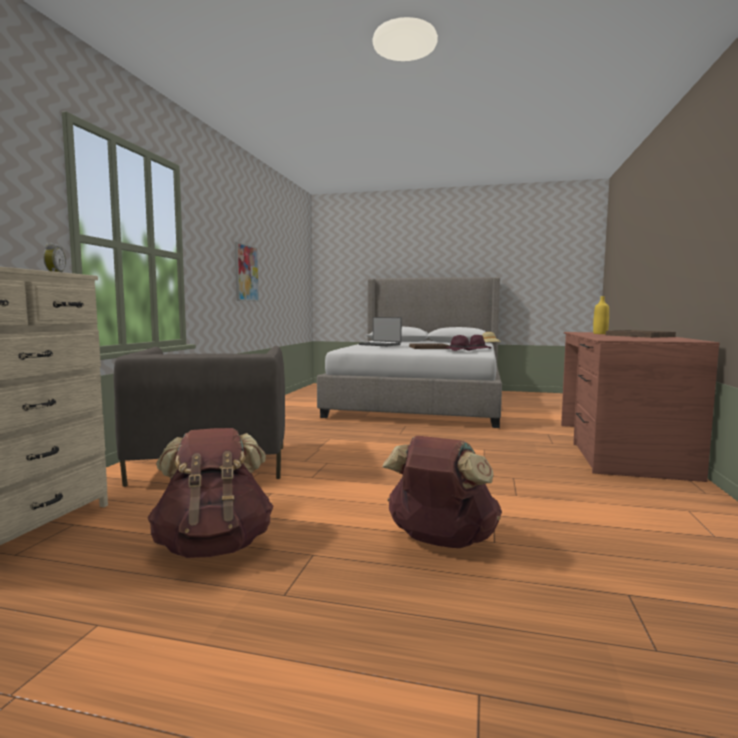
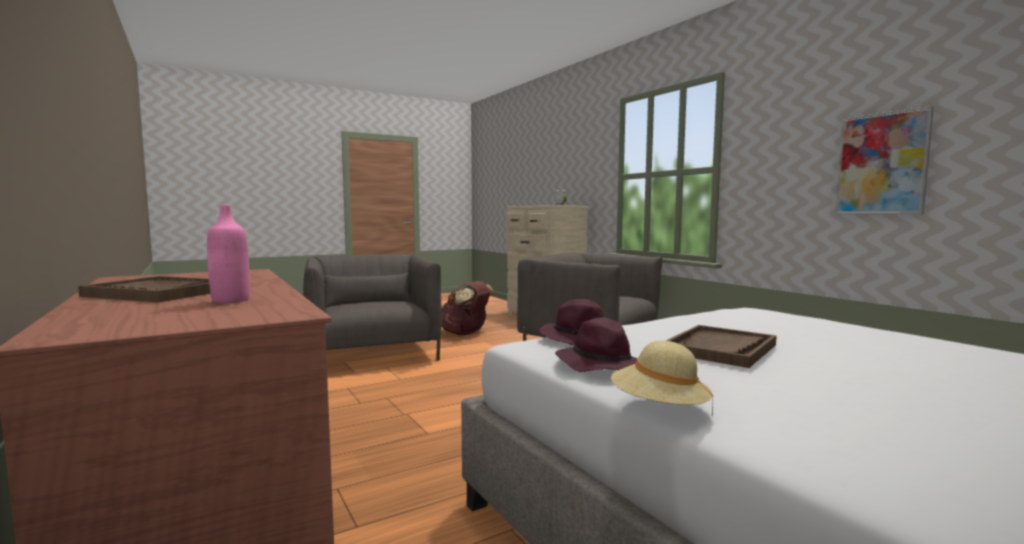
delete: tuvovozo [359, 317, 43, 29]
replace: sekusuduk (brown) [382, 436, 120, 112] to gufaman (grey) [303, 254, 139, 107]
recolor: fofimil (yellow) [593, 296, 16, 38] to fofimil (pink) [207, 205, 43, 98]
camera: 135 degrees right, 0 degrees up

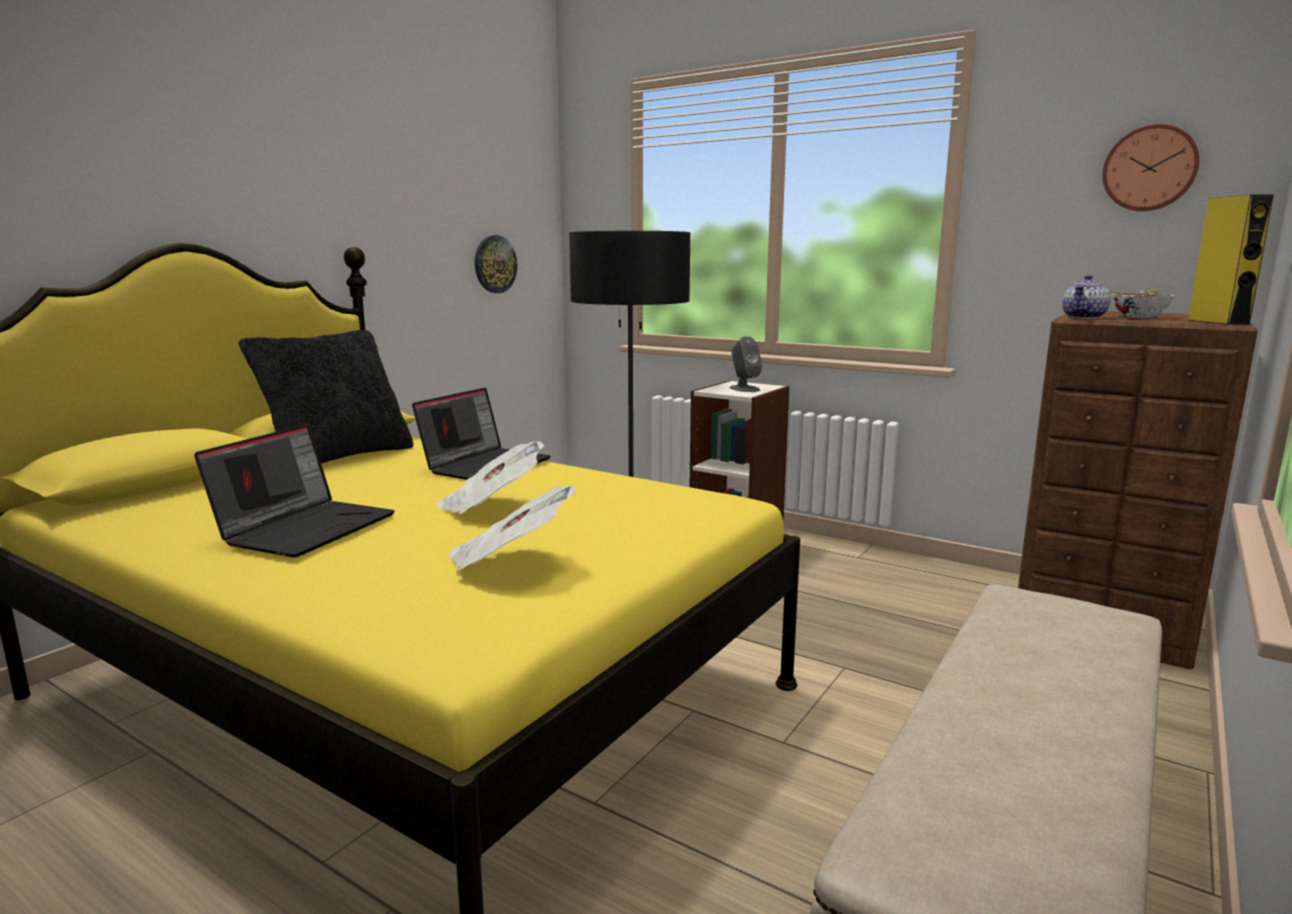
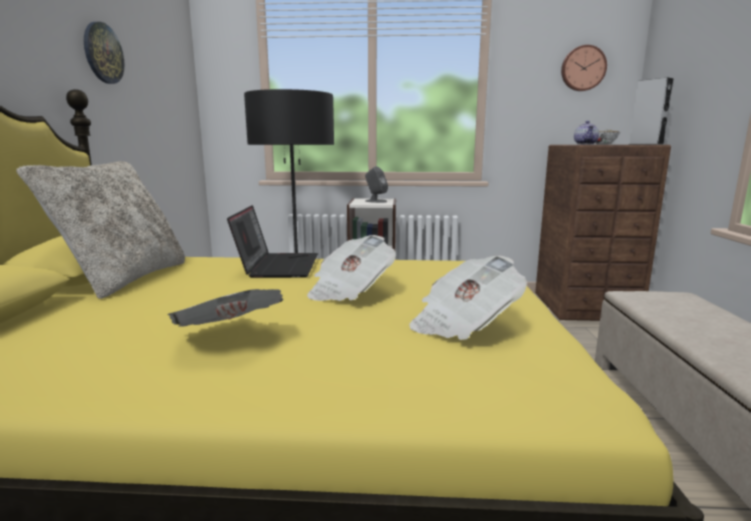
move: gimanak [475, 235, 42, 58] to [84, 22, 40, 62]
replace: tuvovozo [194, 424, 201, 133] to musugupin [167, 289, 116, 38]
recolor: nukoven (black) [239, 330, 174, 133] to nukoven (beige) [16, 161, 169, 138]; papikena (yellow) [1188, 195, 86, 130] to papikena (grey) [629, 78, 44, 66]
camera: 30 degrees left, 0 degrees up

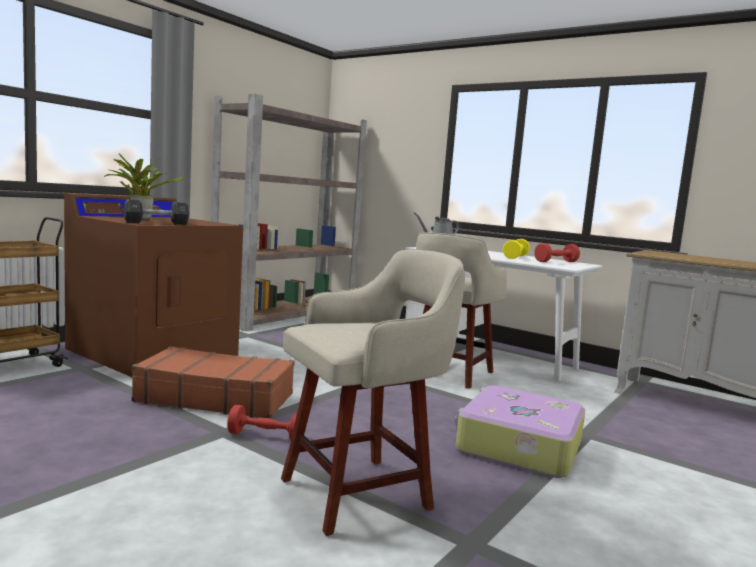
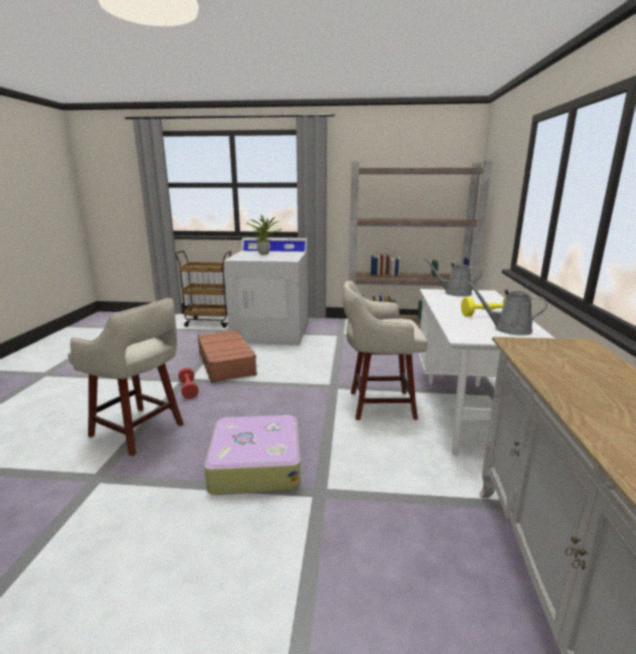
delete: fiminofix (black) [124, 199, 65, 26]
replace: fiminofix (red) [534, 243, 46, 19] to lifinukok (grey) [467, 282, 80, 53]
recolor: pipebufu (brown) [64, 193, 179, 184] to pipebufu (white) [224, 238, 84, 107]
camera: 60 degrees right, 10 degrees up

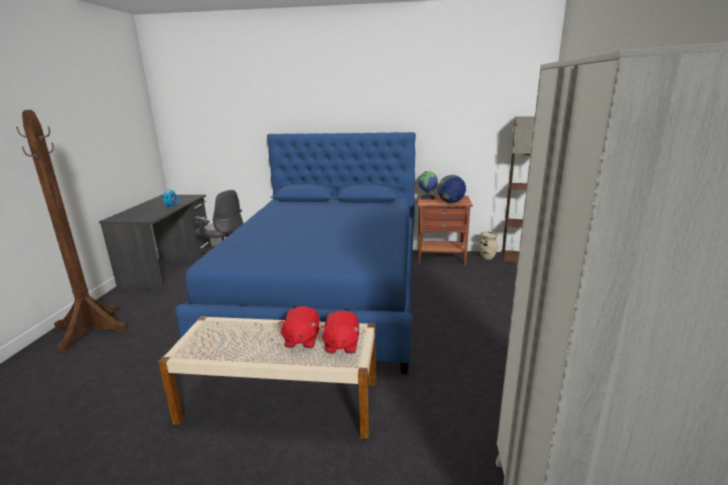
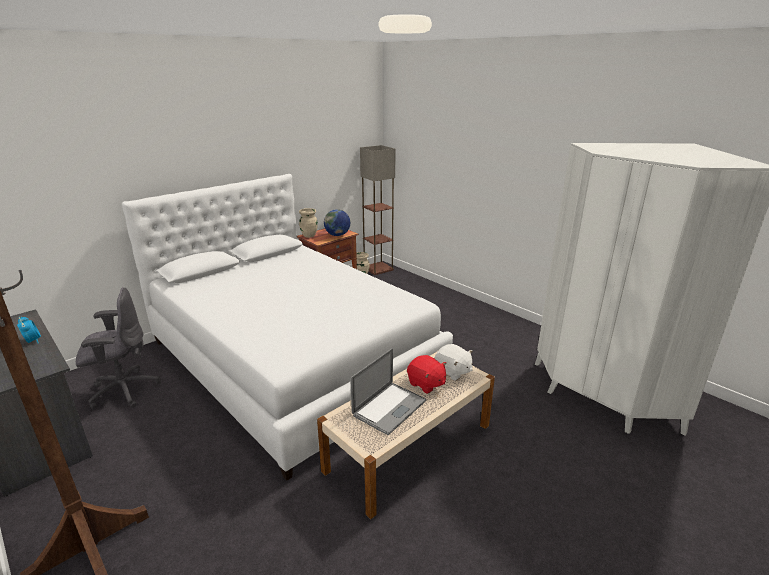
insert: tuvovozo [350, 348, 77, 87]
replace: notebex [418, 171, 20, 29] to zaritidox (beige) [299, 208, 19, 30]
recolor: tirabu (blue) [175, 132, 241, 242] to tirabu (white) [122, 174, 331, 307]; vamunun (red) [320, 310, 39, 44] to vamunun (white) [435, 344, 38, 37]
camera: 50 degrees left, 5 degrees up

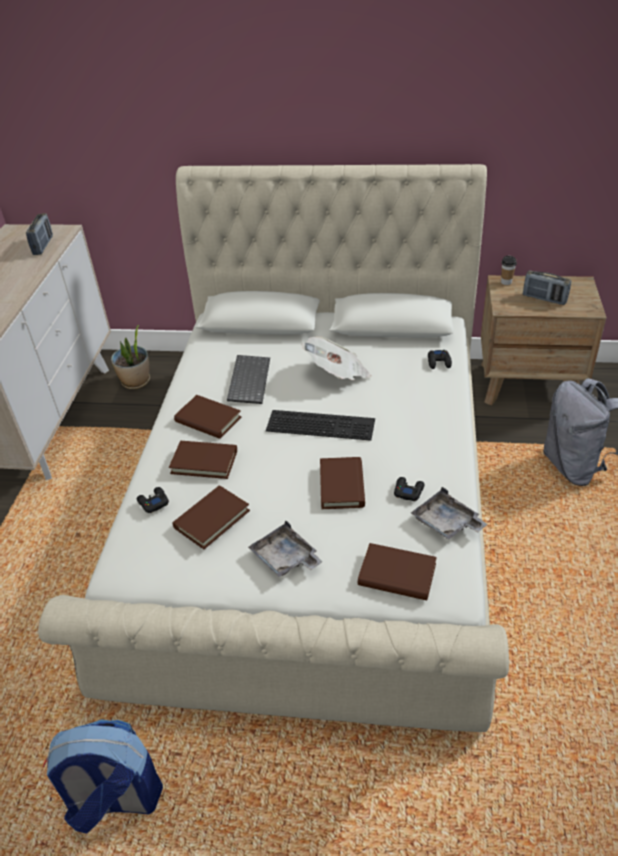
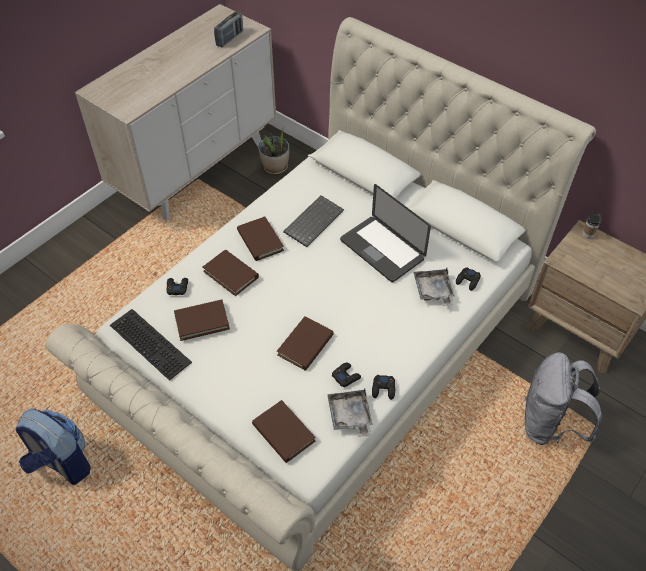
delete: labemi [523, 270, 48, 35]
insert: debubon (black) [372, 375, 23, 25]
move: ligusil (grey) [248, 520, 75, 57] to [414, 268, 41, 38]; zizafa [266, 410, 109, 31] to [110, 309, 82, 72]
replace: musugupin [301, 336, 71, 44] to tuvovozo [340, 184, 91, 98]
camera: 30 degrees right, 10 degrees up

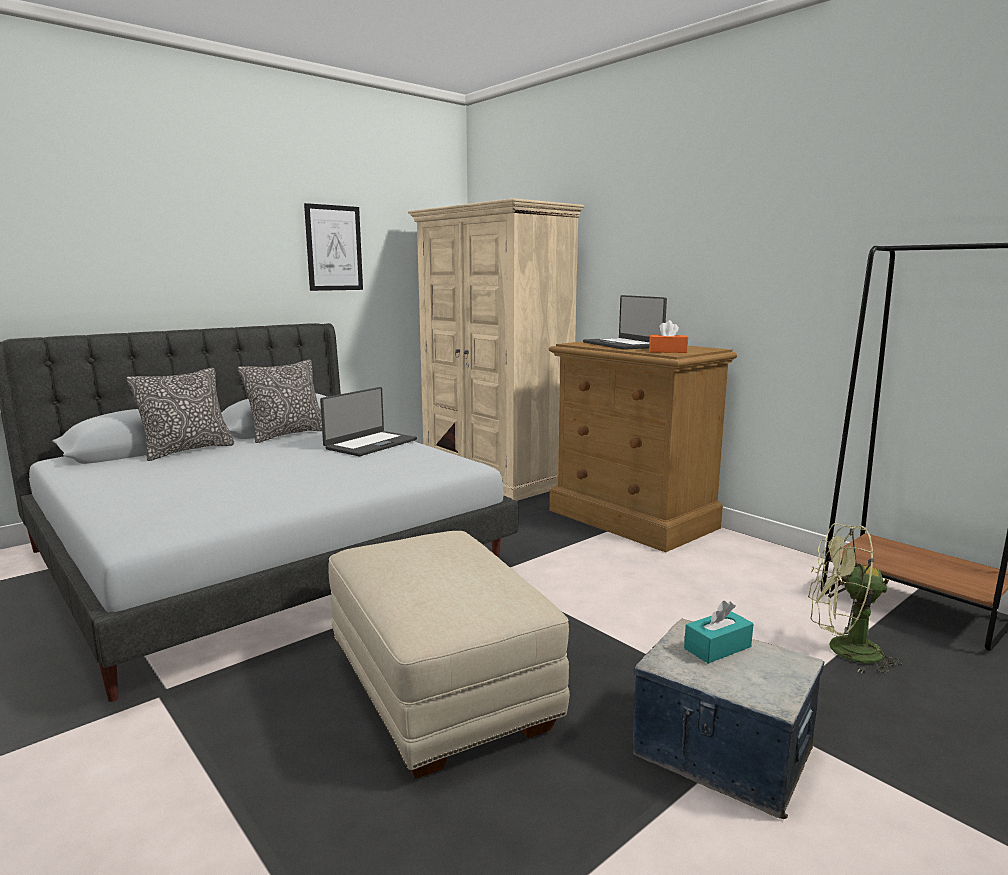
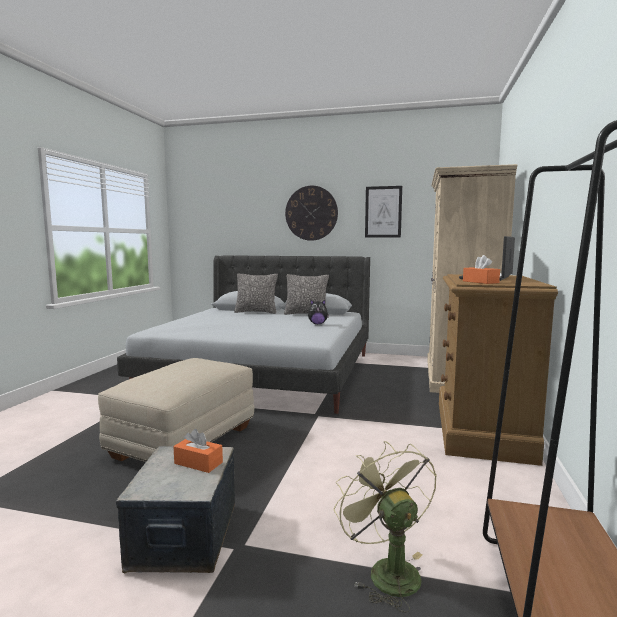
insert: gimanak [285, 186, 53, 55]
replace: tuvovozo [320, 387, 97, 70] to vamunun [308, 300, 21, 24]
recolor: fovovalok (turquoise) [684, 601, 69, 63] to fovovalok (orange) [173, 429, 50, 44]
camera: 55 degrees right, 5 degrees down

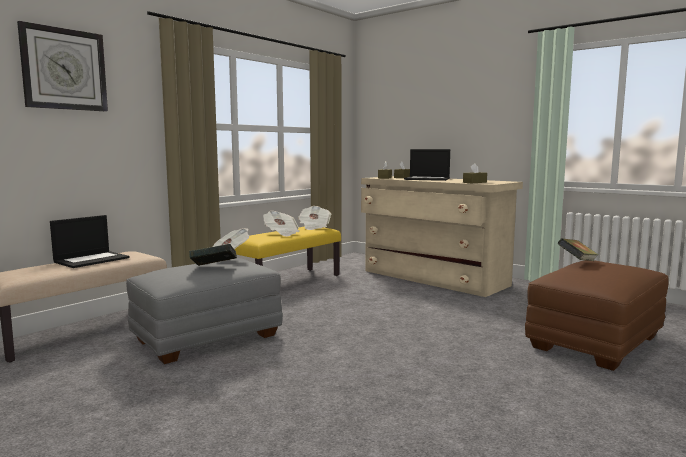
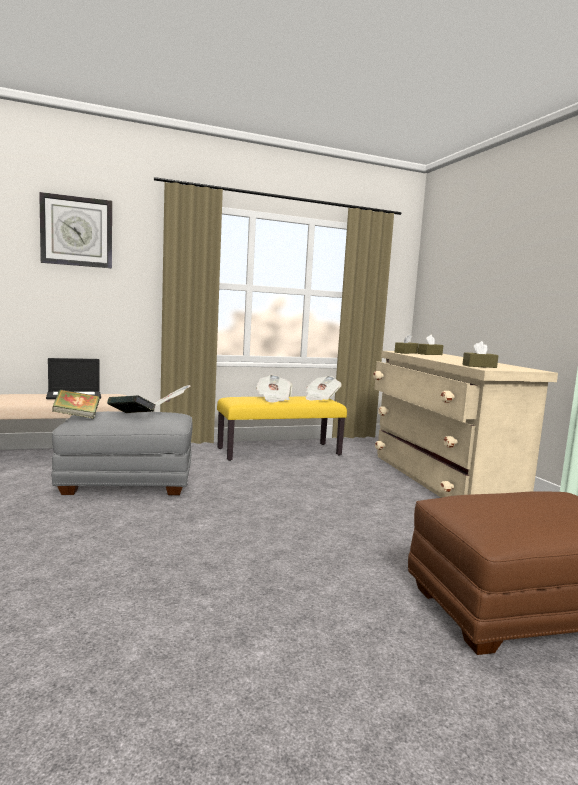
delete: tuvovozo [404, 149, 46, 32]
move: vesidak [557, 238, 42, 23] to [52, 389, 48, 30]
camera: 30 degrees right, 0 degrees up

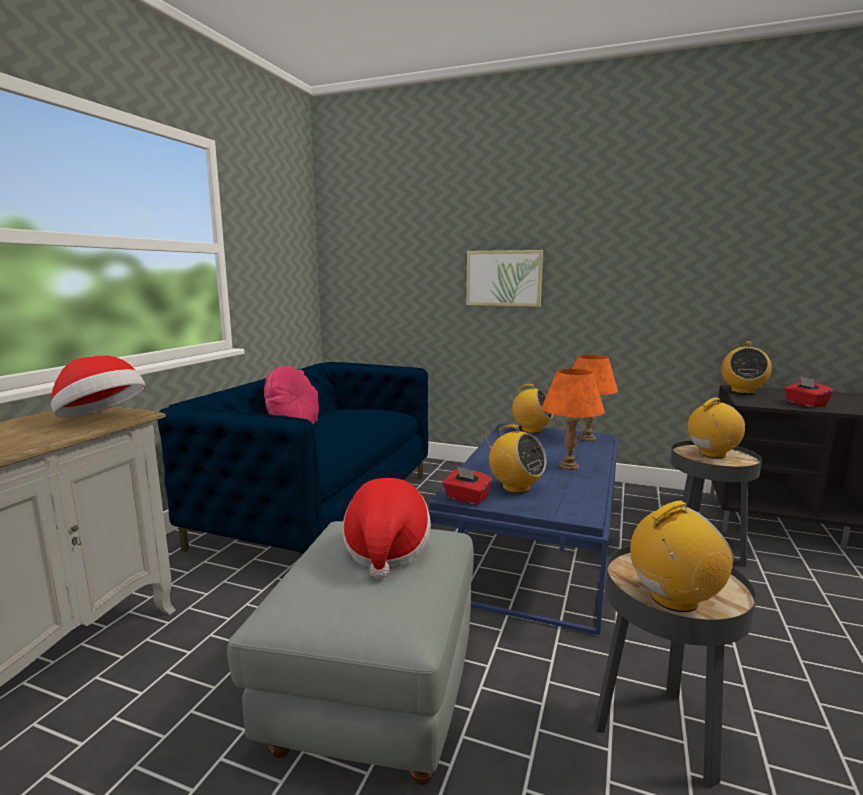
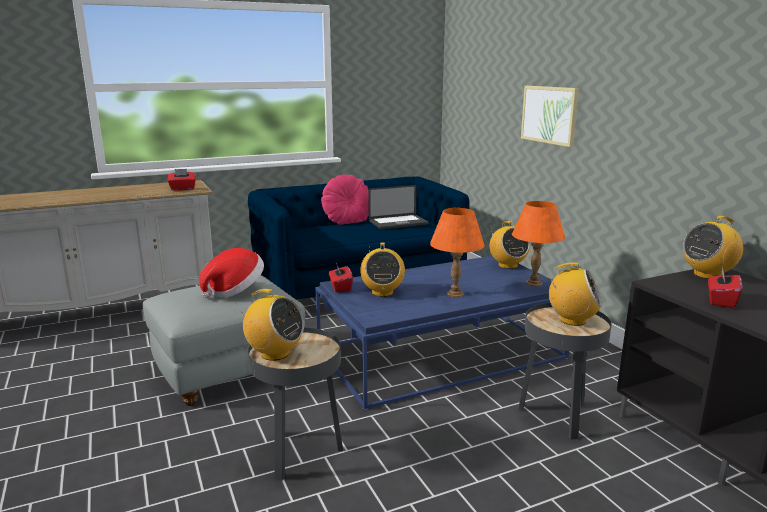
insert: tuvovozo [368, 185, 60, 44]
replace: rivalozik [51, 355, 95, 63] to fovovalok (red) [167, 169, 29, 22]
camera: 45 degrees right, 5 degrees up

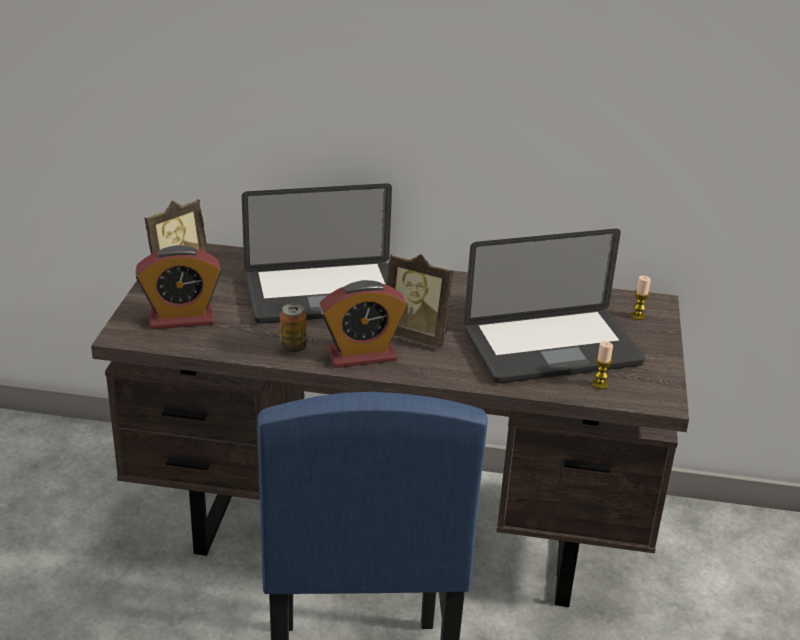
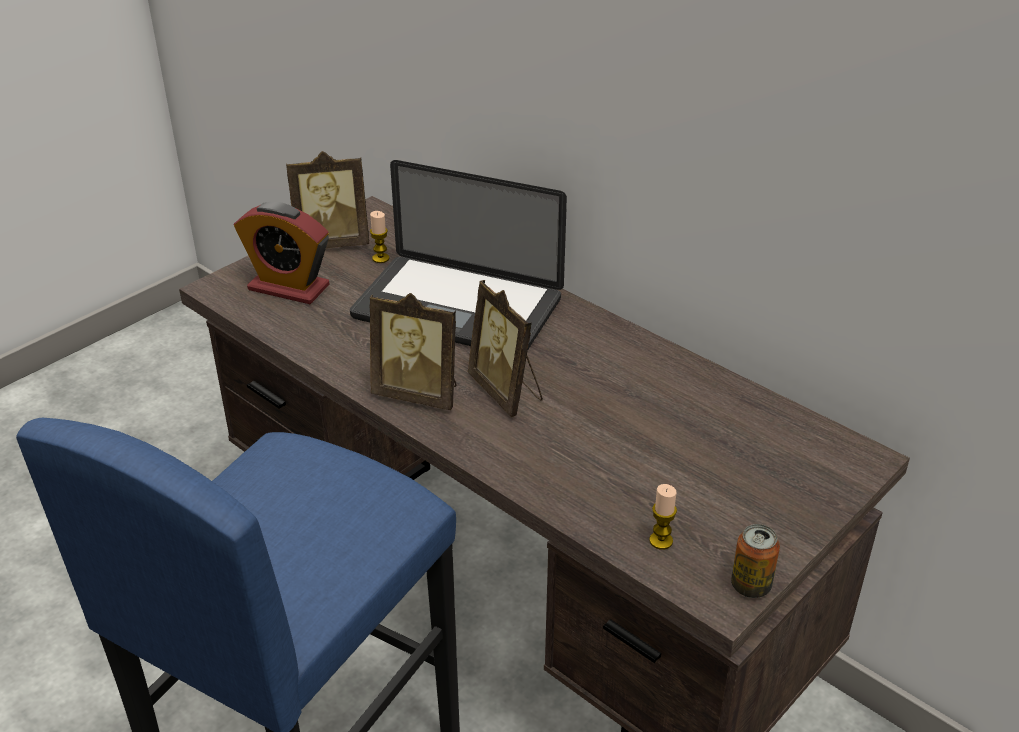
delete: tuvovozo [464, 229, 181, 154]
move: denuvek [280, 304, 26, 49] to [731, 524, 49, 74]; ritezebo [631, 276, 20, 44] to [370, 211, 20, 52]
replace: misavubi [319, 280, 88, 88] to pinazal [370, 293, 87, 117]
camera: 35 degrees right, 5 degrees up

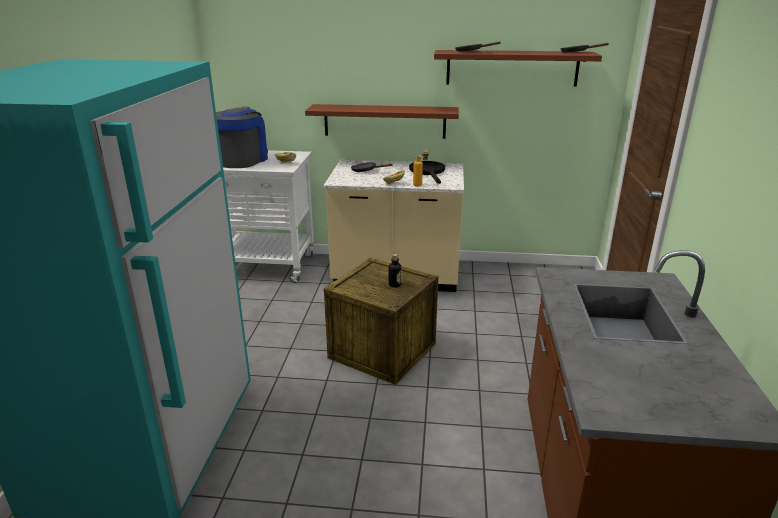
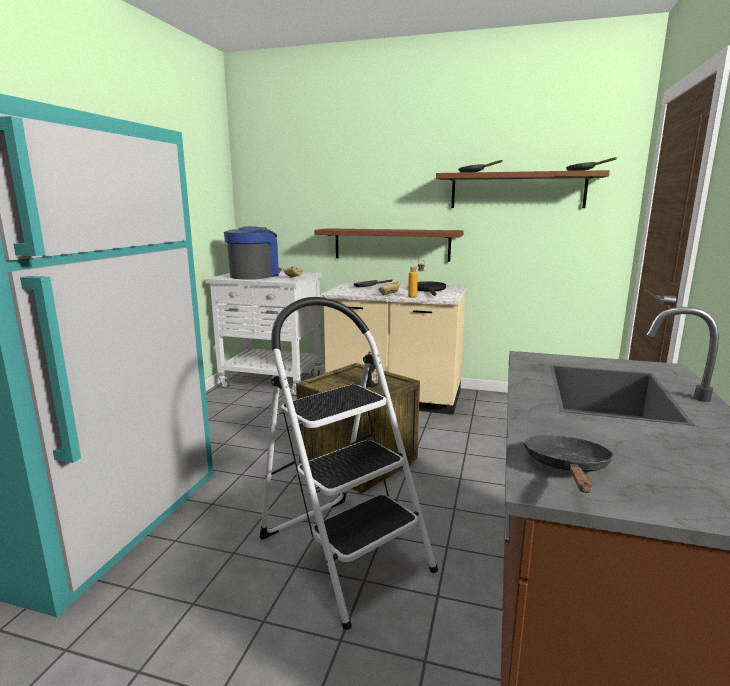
insert: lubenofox [260, 297, 178, 333]; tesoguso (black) [523, 435, 91, 58]
camera: 10 degrees right, 10 degrees down

